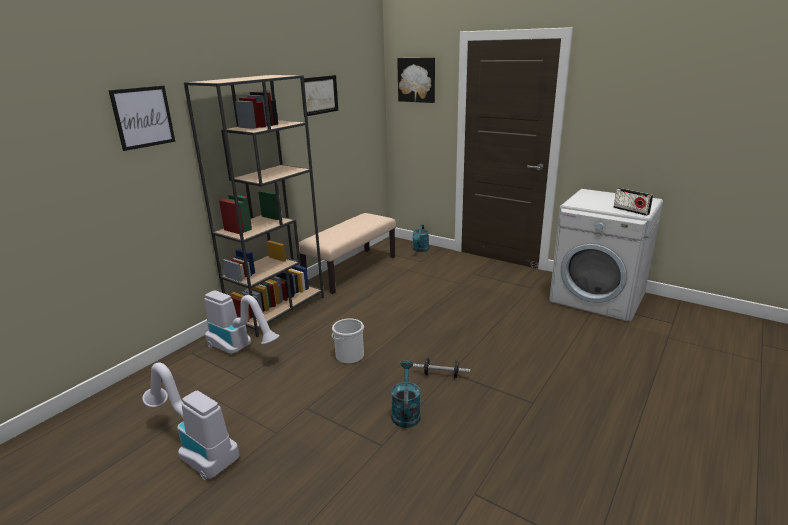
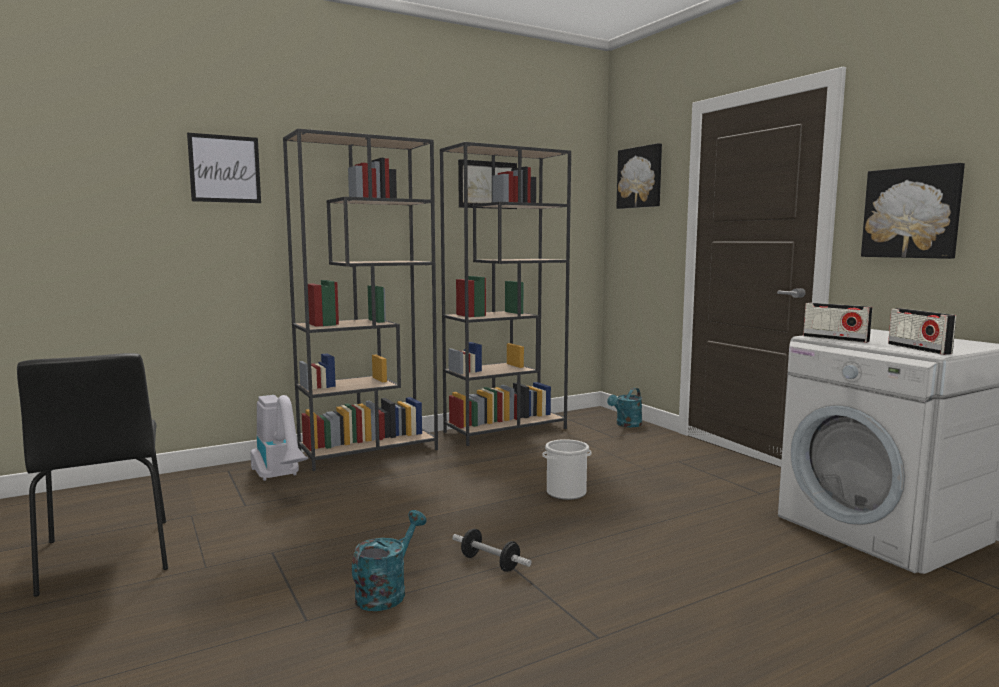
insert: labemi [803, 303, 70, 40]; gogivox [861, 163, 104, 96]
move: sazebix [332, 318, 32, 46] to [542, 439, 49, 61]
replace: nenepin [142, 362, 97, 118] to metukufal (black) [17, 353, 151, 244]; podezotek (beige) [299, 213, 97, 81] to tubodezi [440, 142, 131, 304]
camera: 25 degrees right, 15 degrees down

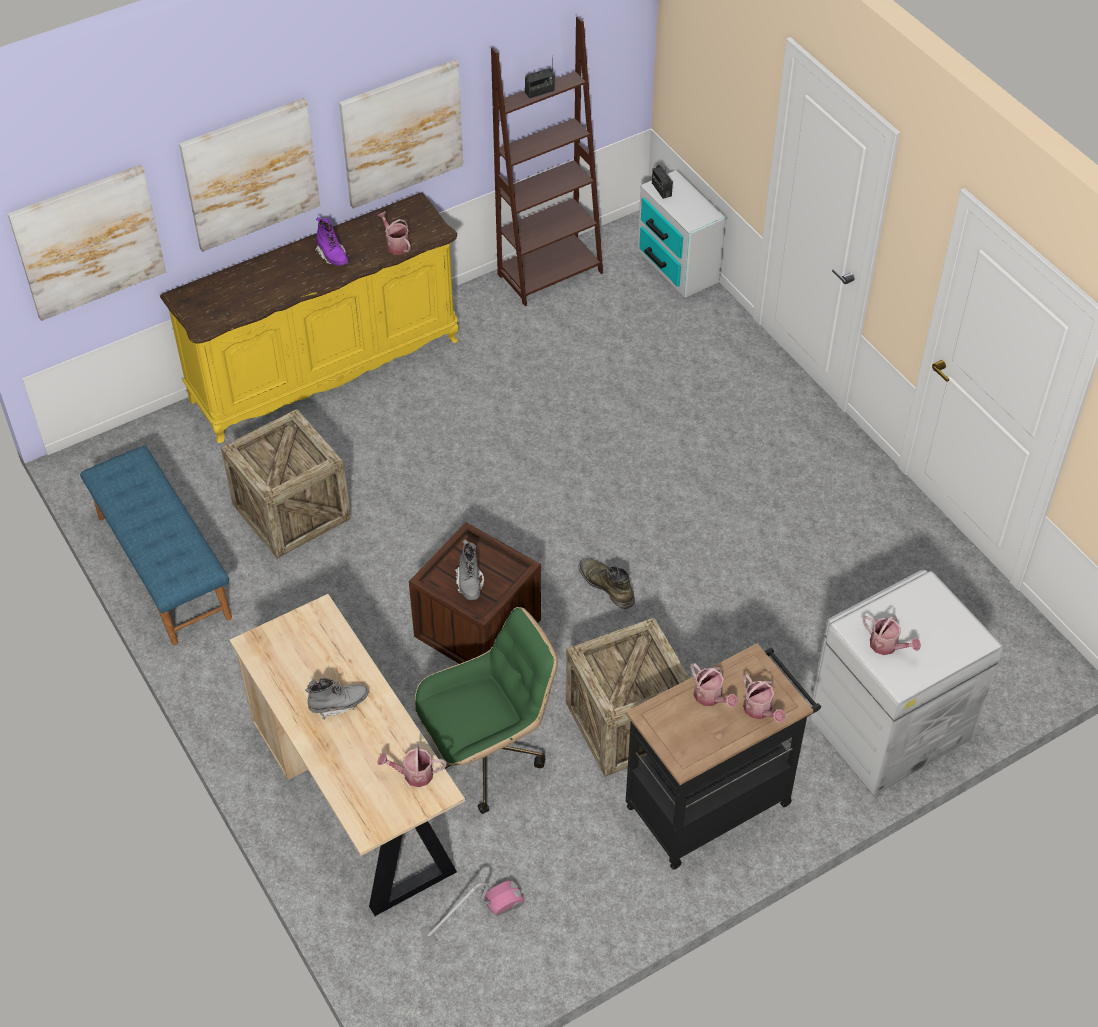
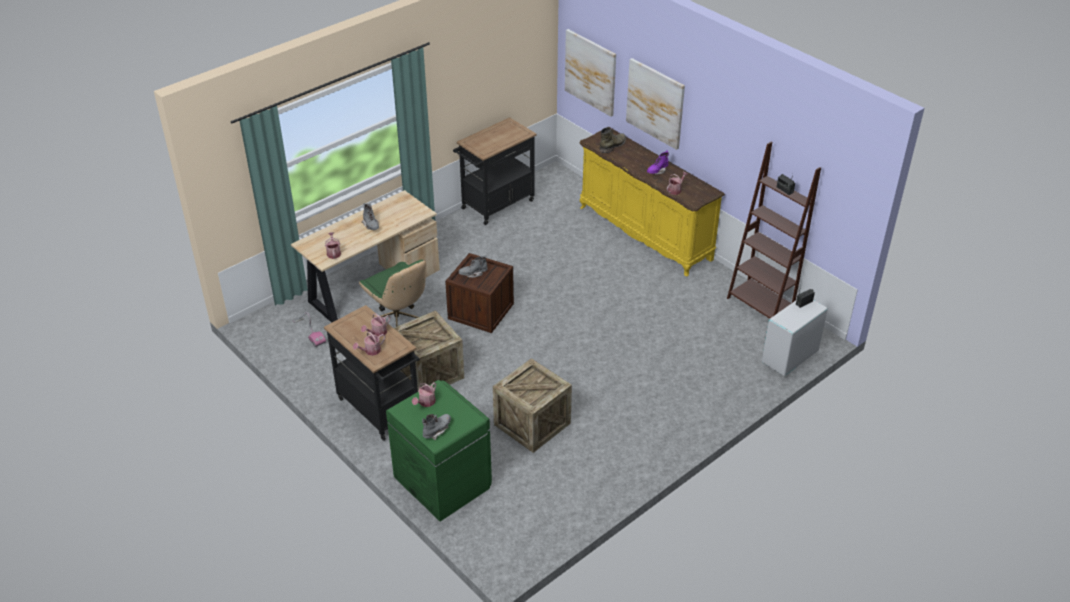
delete: gogivox [339, 60, 124, 149]
insert: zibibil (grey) [422, 414, 29, 26]
move: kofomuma [221, 409, 130, 150] to [493, 358, 79, 95]; zibibil (green) [578, 558, 57, 51] to [600, 127, 26, 26]
replace: podezotek (blue) [80, 446, 152, 199] to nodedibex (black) [453, 117, 84, 108]
recolor: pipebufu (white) [810, 570, 194, 225] to pipebufu (green) [386, 380, 106, 142]
camera: 80 degrees right, 10 degrees down

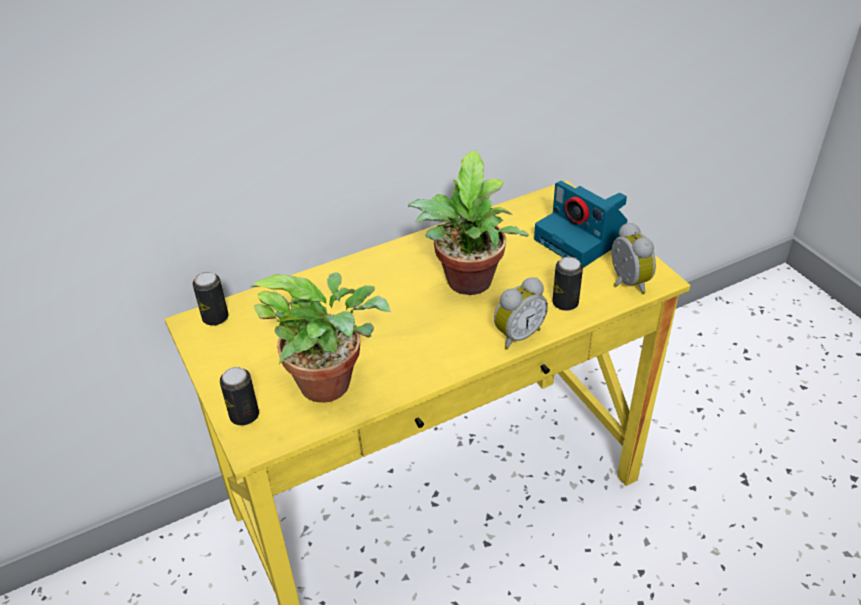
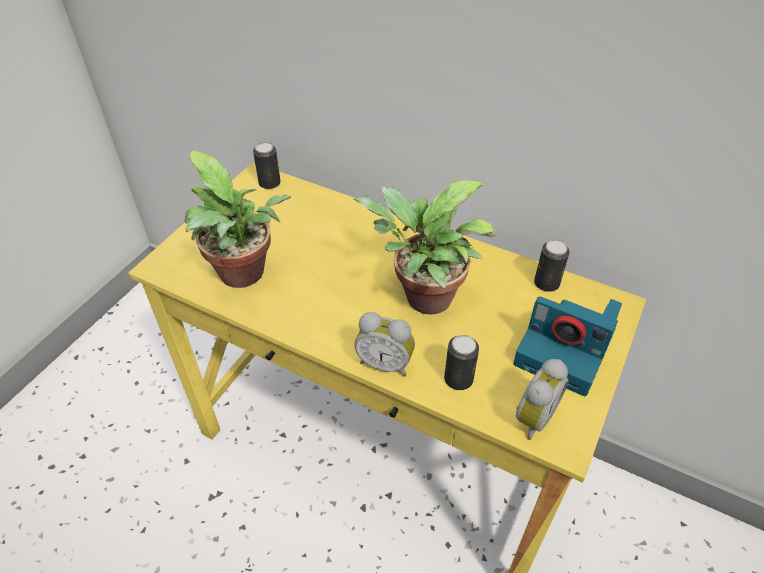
move: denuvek [220, 367, 39, 59] to [534, 240, 36, 52]
rotate: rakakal [534, 181, 93, 87] = [513, 297, 109, 99] 75 degrees counterclockwise
camera: 55 degrees right, 5 degrees up

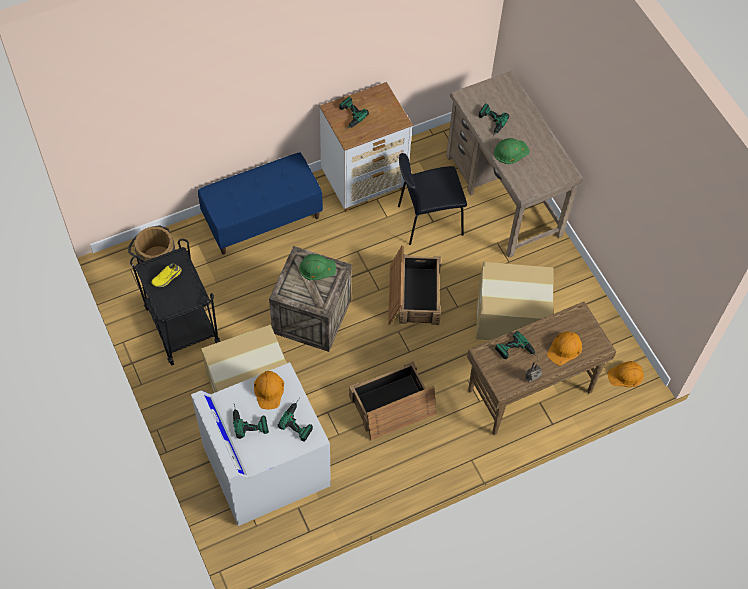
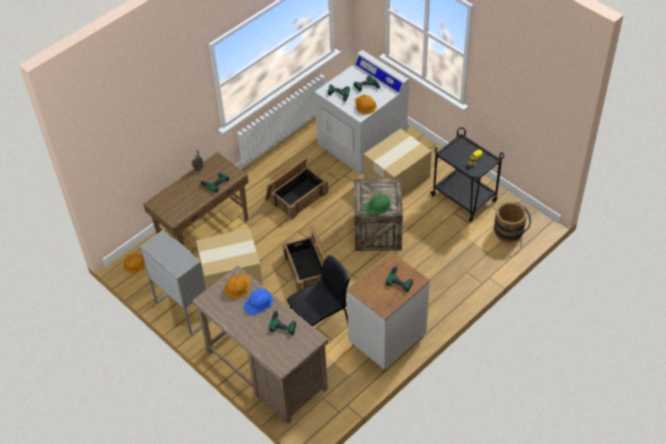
delete: podezotek (blue) [198, 153, 125, 101]
insert: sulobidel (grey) [140, 230, 70, 105]
move: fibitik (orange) [547, 332, 35, 33] to [225, 274, 26, 25]
recolor: fibitik (green) [494, 138, 36, 26] to fibitik (blue) [243, 289, 30, 26]
camera: 165 degrees right, 10 degrees down

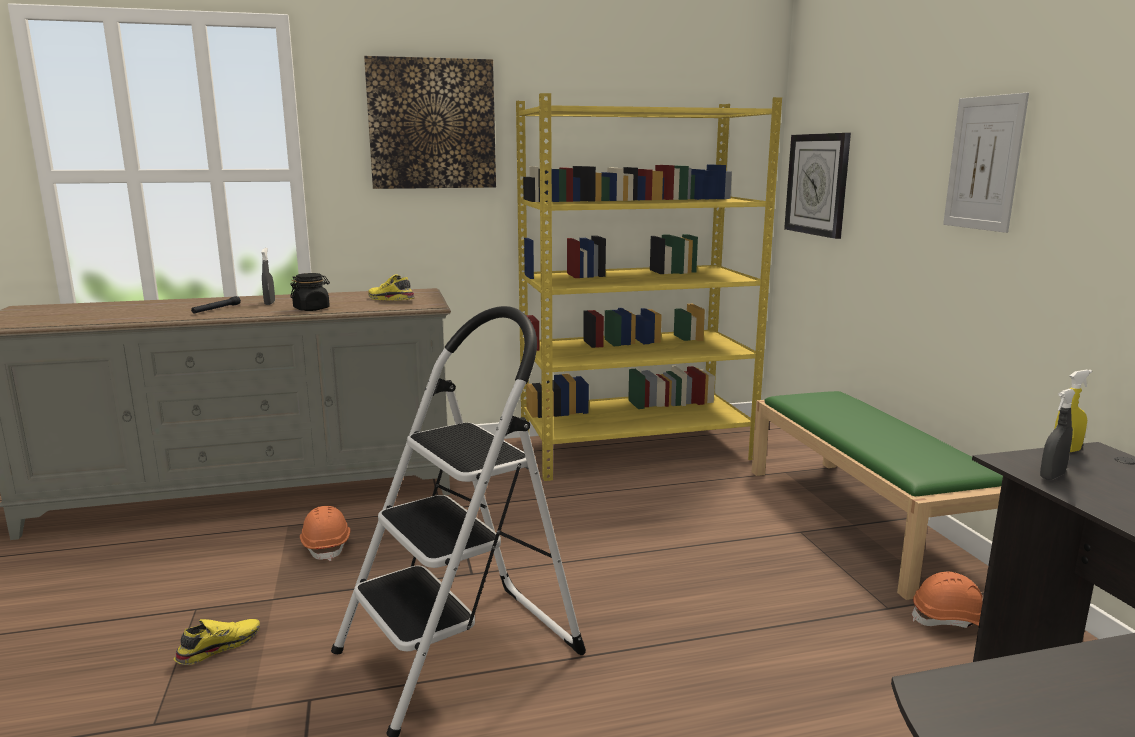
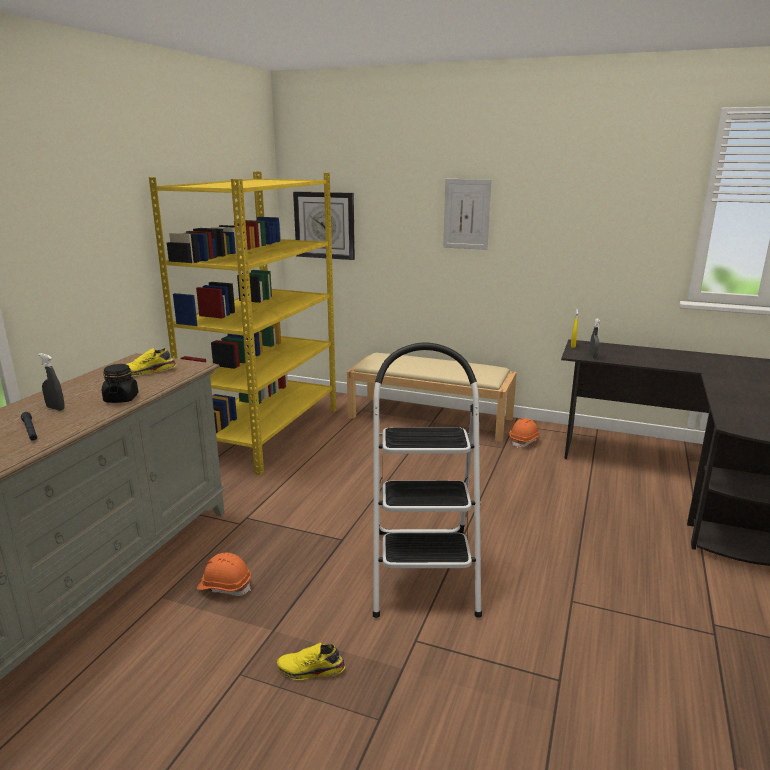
delete: gogivox [364, 56, 132, 133]
recolor: podezotek (green) [752, 391, 251, 209] to podezotek (beige) [347, 353, 170, 89]
rotate: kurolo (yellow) [174, 619, 86, 46] = [277, 643, 68, 37] 75 degrees counterclockwise
camera: 55 degrees left, 5 degrees up

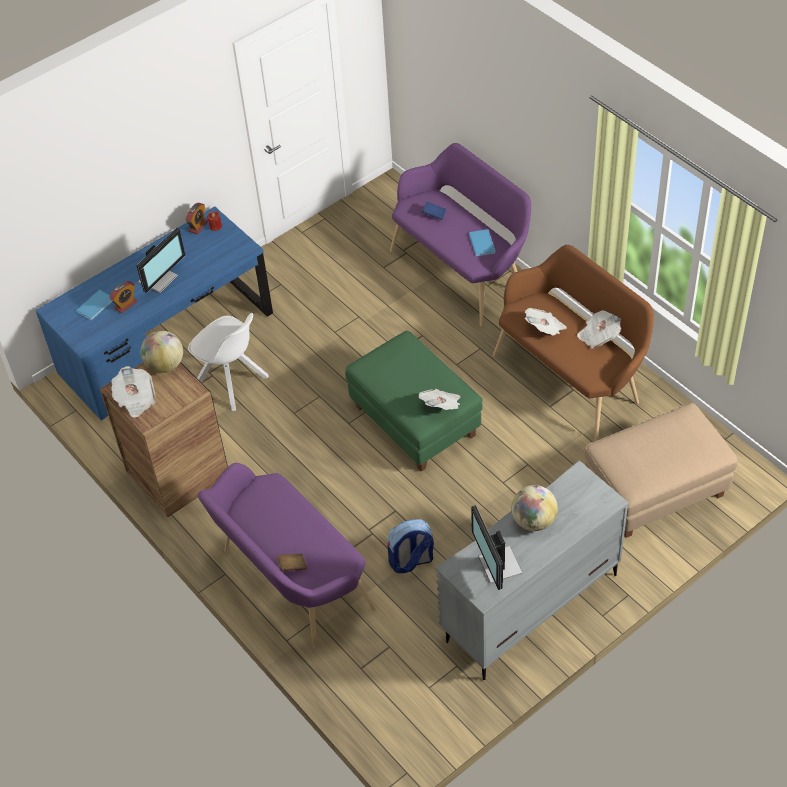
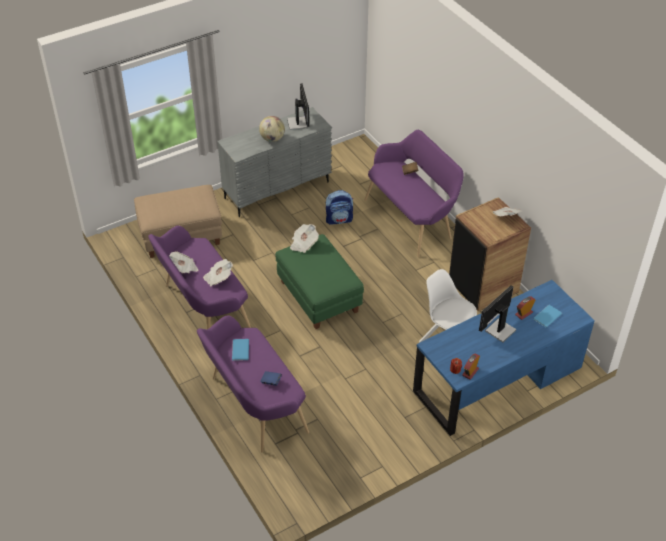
delete: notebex [141, 331, 42, 42]
recolor: podezotek (brown) [493, 245, 161, 196] to podezotek (purple) [148, 226, 103, 103]
camera: 175 degrees left, 5 degrees down

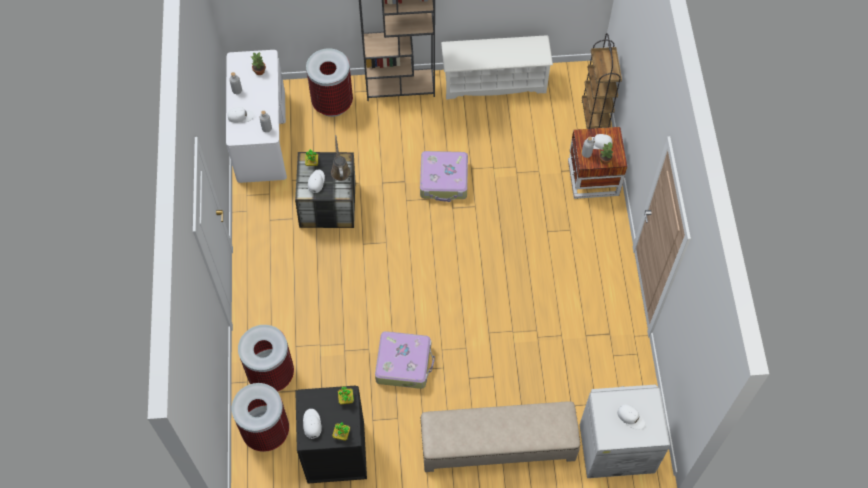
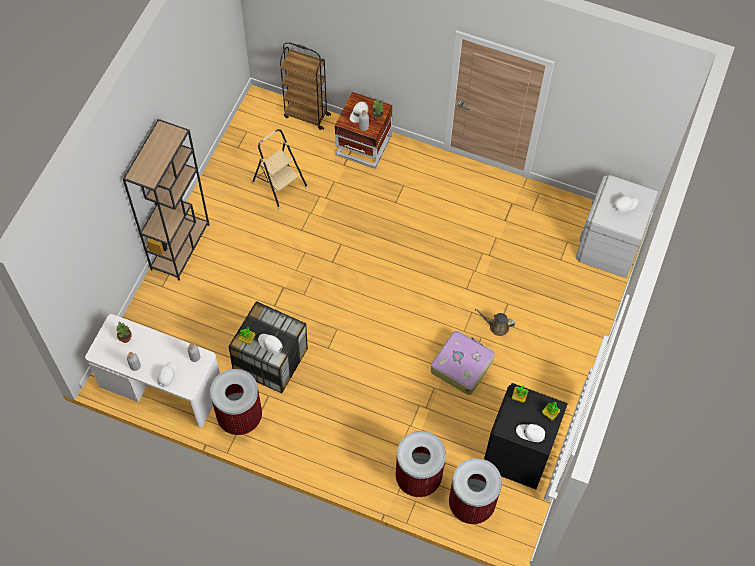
delete: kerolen [420, 151, 48, 51]; podezotek (beige) [421, 401, 159, 71]; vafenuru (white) [441, 35, 112, 65]
insert: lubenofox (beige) [251, 129, 58, 81]
move: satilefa [306, 48, 47, 69] to [210, 369, 52, 66]; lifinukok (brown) [331, 135, 20, 46] to [475, 309, 40, 27]
camera: 65 degrees left, 0 degrees up

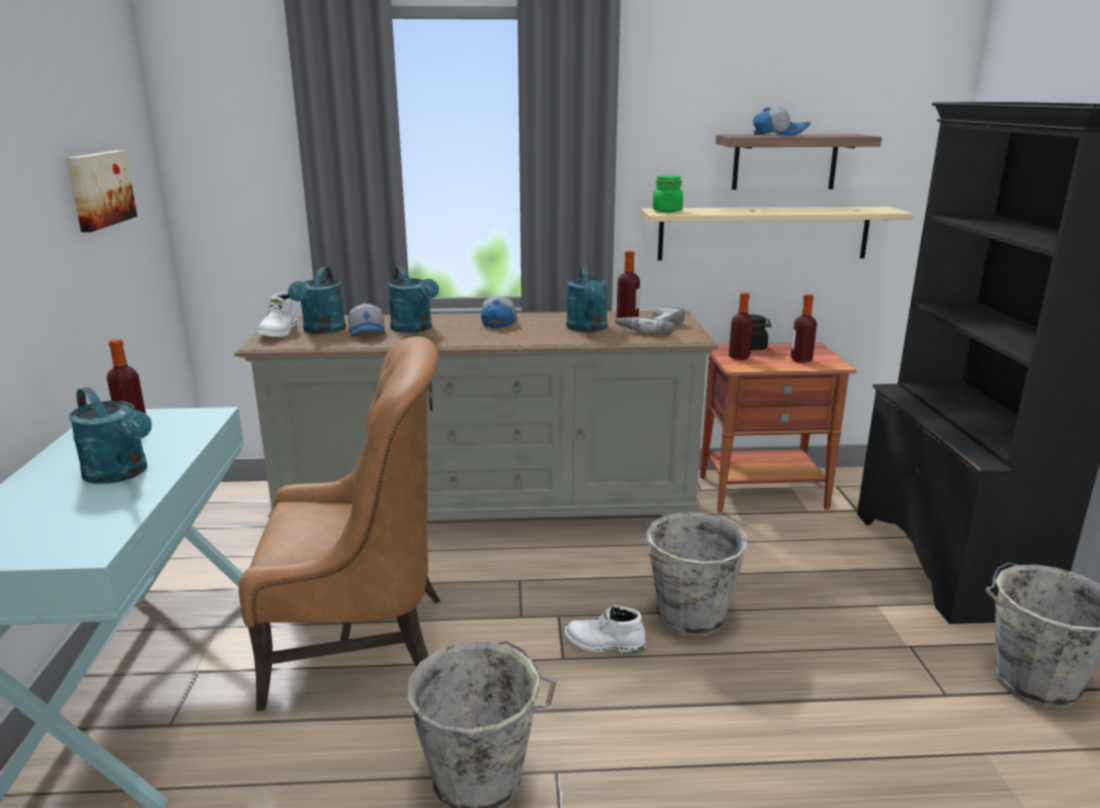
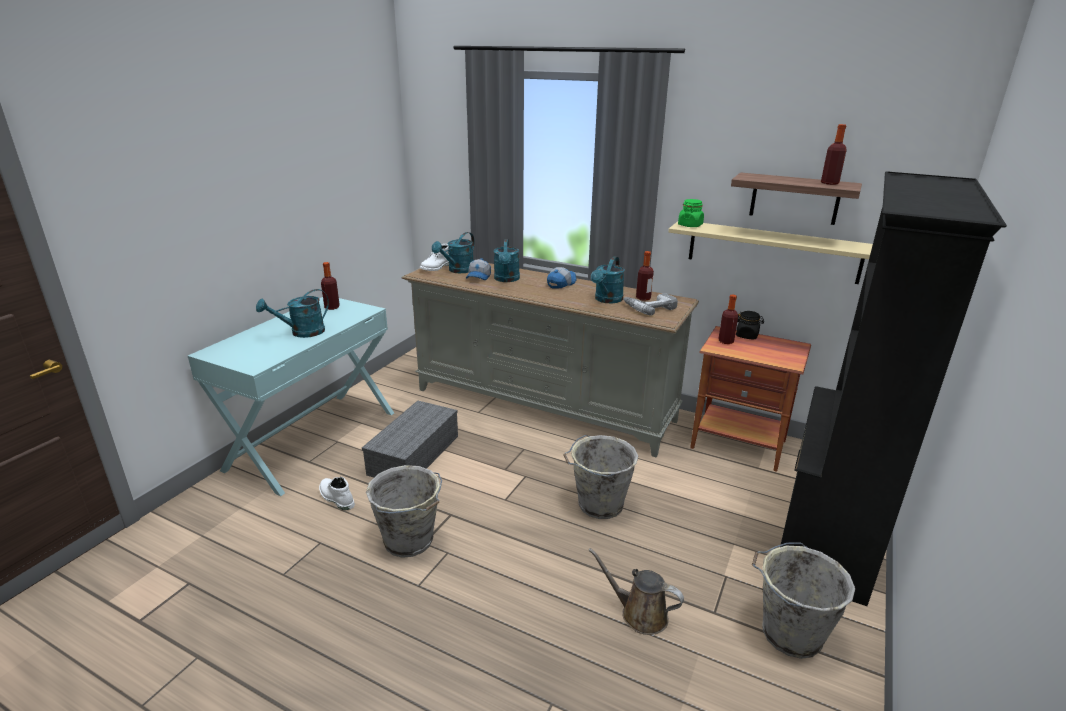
delete: gogivox [66, 150, 71, 82]; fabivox [753, 106, 58, 29]
insert: lifinukok (brown) [589, 548, 95, 87]
move: zibibil (white) [565, 605, 80, 49] to [319, 477, 36, 33]; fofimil [791, 294, 26, 69] to [821, 124, 26, 61]
replace: metukufal (brown) [239, 336, 202, 375] to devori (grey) [362, 401, 96, 77]
rotate: lifinukok (turquoise) [69, 387, 83, 97] = [256, 289, 73, 49] 75 degrees clockwise
camera: 30 degrees right, 5 degrees up

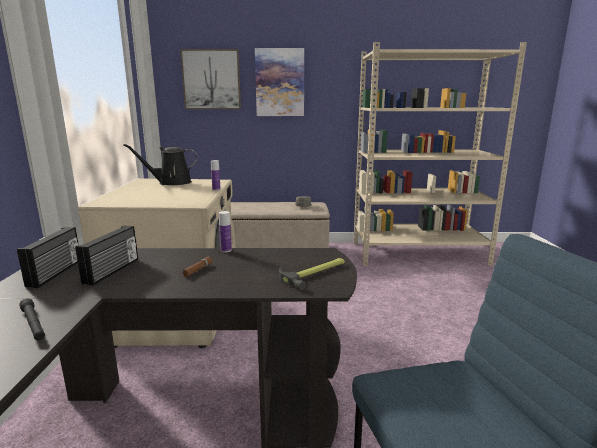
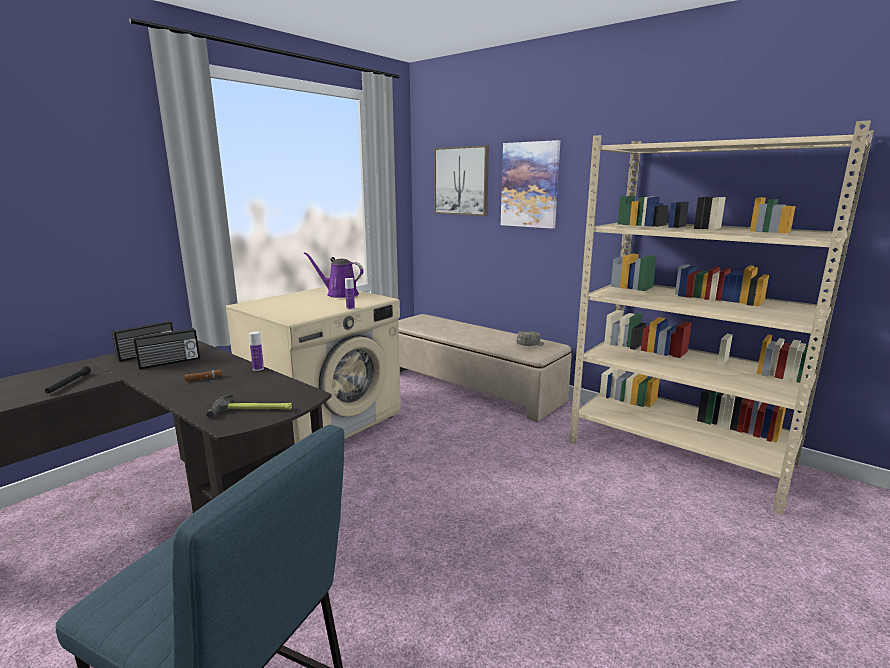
recolor: lifinukok (black) [123, 144, 75, 41] to lifinukok (purple) [304, 252, 60, 46]
camera: 40 degrees right, 0 degrees up

